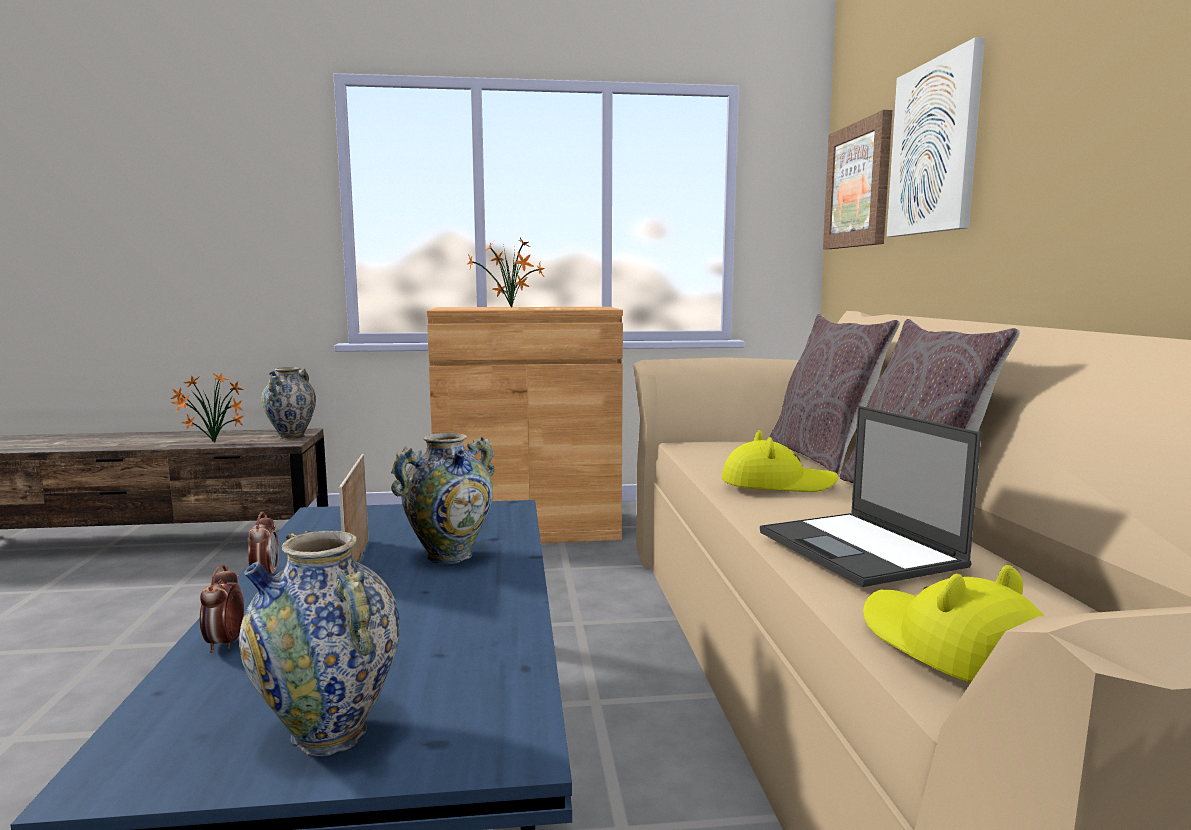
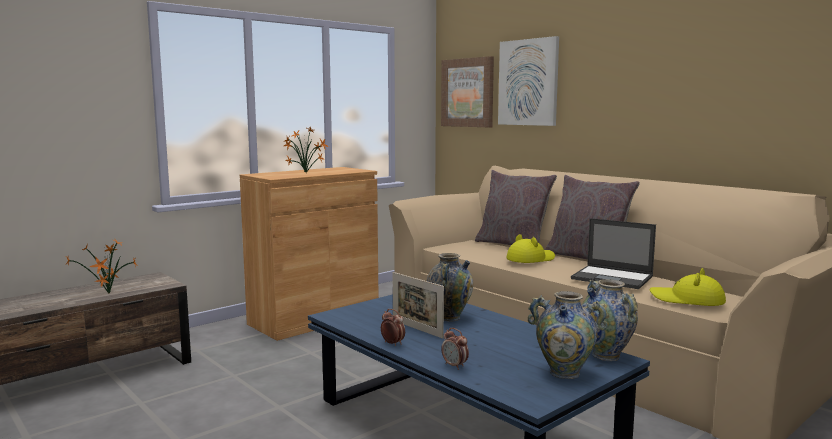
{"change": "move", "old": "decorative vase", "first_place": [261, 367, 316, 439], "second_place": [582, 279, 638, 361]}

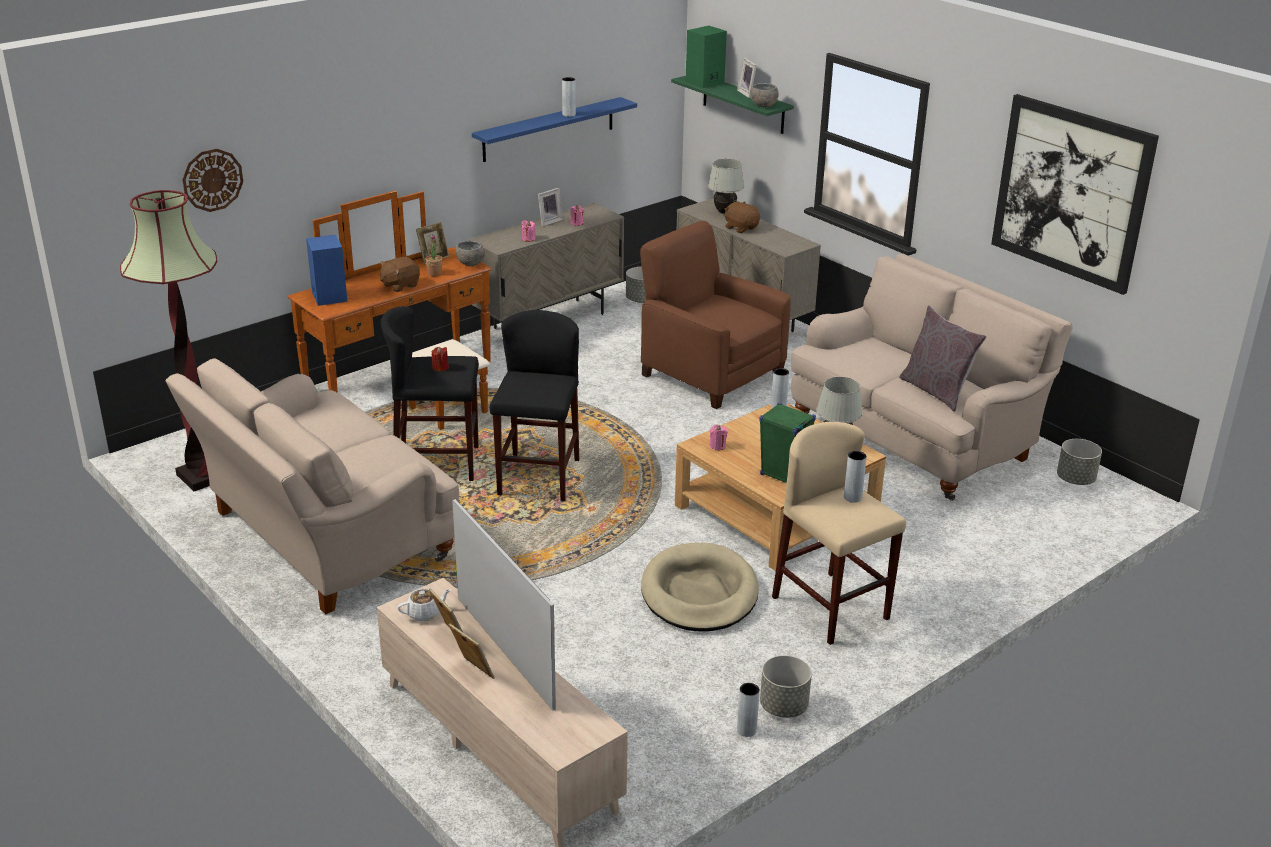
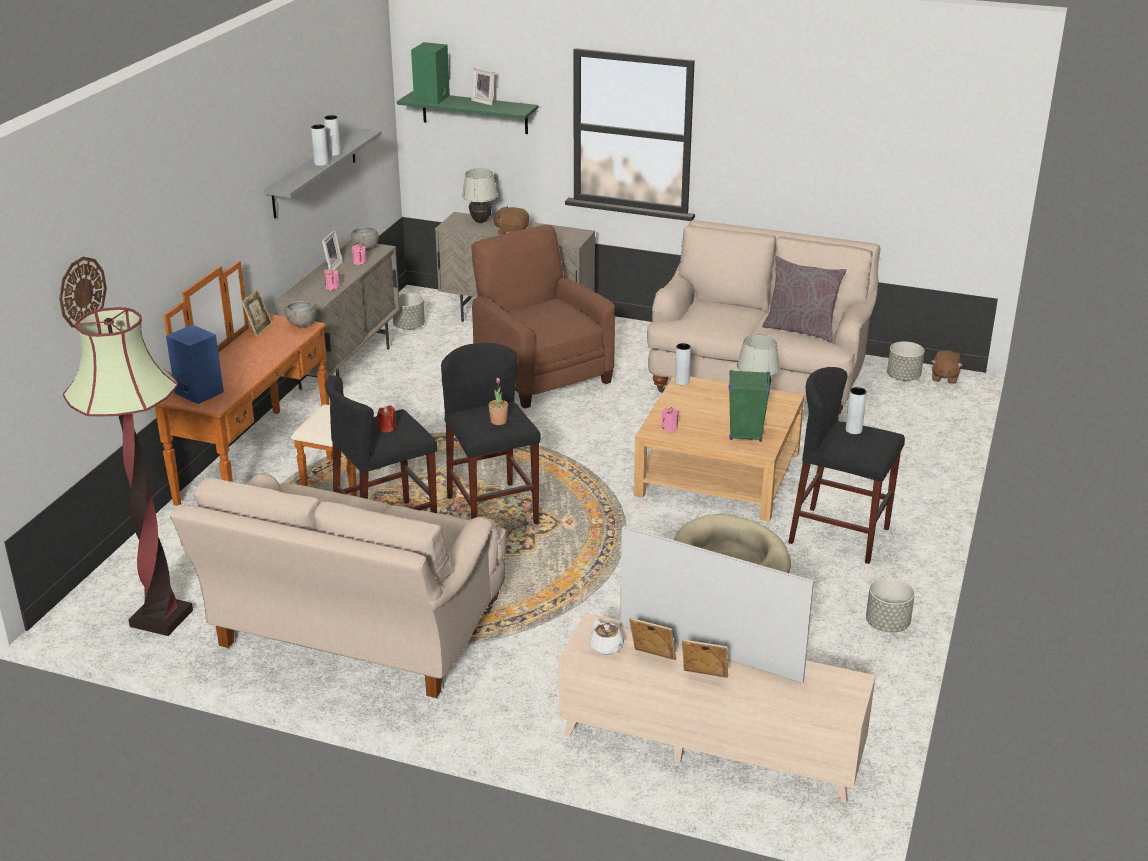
{"change": "move", "old": "serving bowl/greyish", "first_place": [750, 83, 779, 107], "second_place": [350, 227, 379, 251]}
{"change": "delete", "old": "wall art", "first_place": [991, 94, 1159, 295]}
{"change": "recolor", "old": "wall shelf/blue", "new": "wall shelf/greyish", "first_place": [472, 97, 637, 162], "second_place": [264, 128, 382, 219]}
{"change": "rotate", "old": "armchair/brown-coloured", "first_place": [640, 221, 791, 409], "second_place": [472, 225, 615, 409], "degrees": 45}
{"change": "move", "old": "plant in a pot", "first_place": [425, 234, 442, 276], "second_place": [489, 378, 508, 425]}
{"change": "move", "old": "cuddly toy/brown-coloured", "first_place": [380, 257, 420, 292], "second_place": [932, 350, 962, 384]}
{"change": "recolor", "old": "stool seat/beige-coloured", "new": "stool seat/black", "first_place": [772, 422, 906, 645], "second_place": [788, 367, 905, 564]}
{"change": "rotate", "old": "tea pot/whitish", "first_place": [397, 589, 451, 621], "second_place": [589, 619, 624, 655], "degrees": 120}
{"change": "move", "old": "decorative vase/greyish", "first_place": [737, 683, 760, 737], "second_place": [311, 124, 328, 166]}

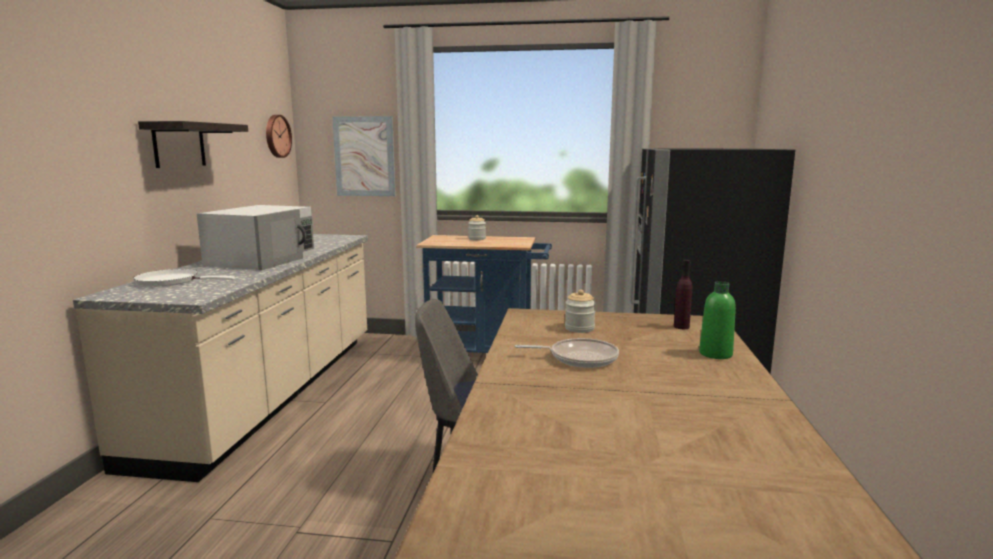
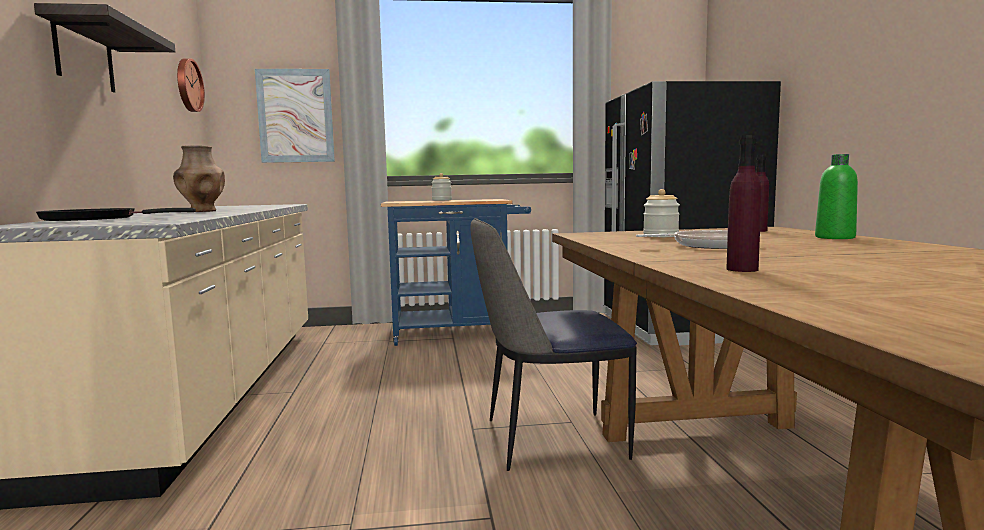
{"change": "replace", "old": "kitchen microwave/whitish", "new": "decorative vase/brown-coloured", "first_place": [197, 205, 314, 270], "second_place": [173, 145, 225, 212]}
{"change": "recolor", "old": "pan/whitish", "new": "pan/black", "first_place": [133, 269, 235, 287], "second_place": [36, 208, 196, 221]}
{"change": "insert", "new": "beverage bottle/purple", "second_place": [727, 135, 762, 272]}

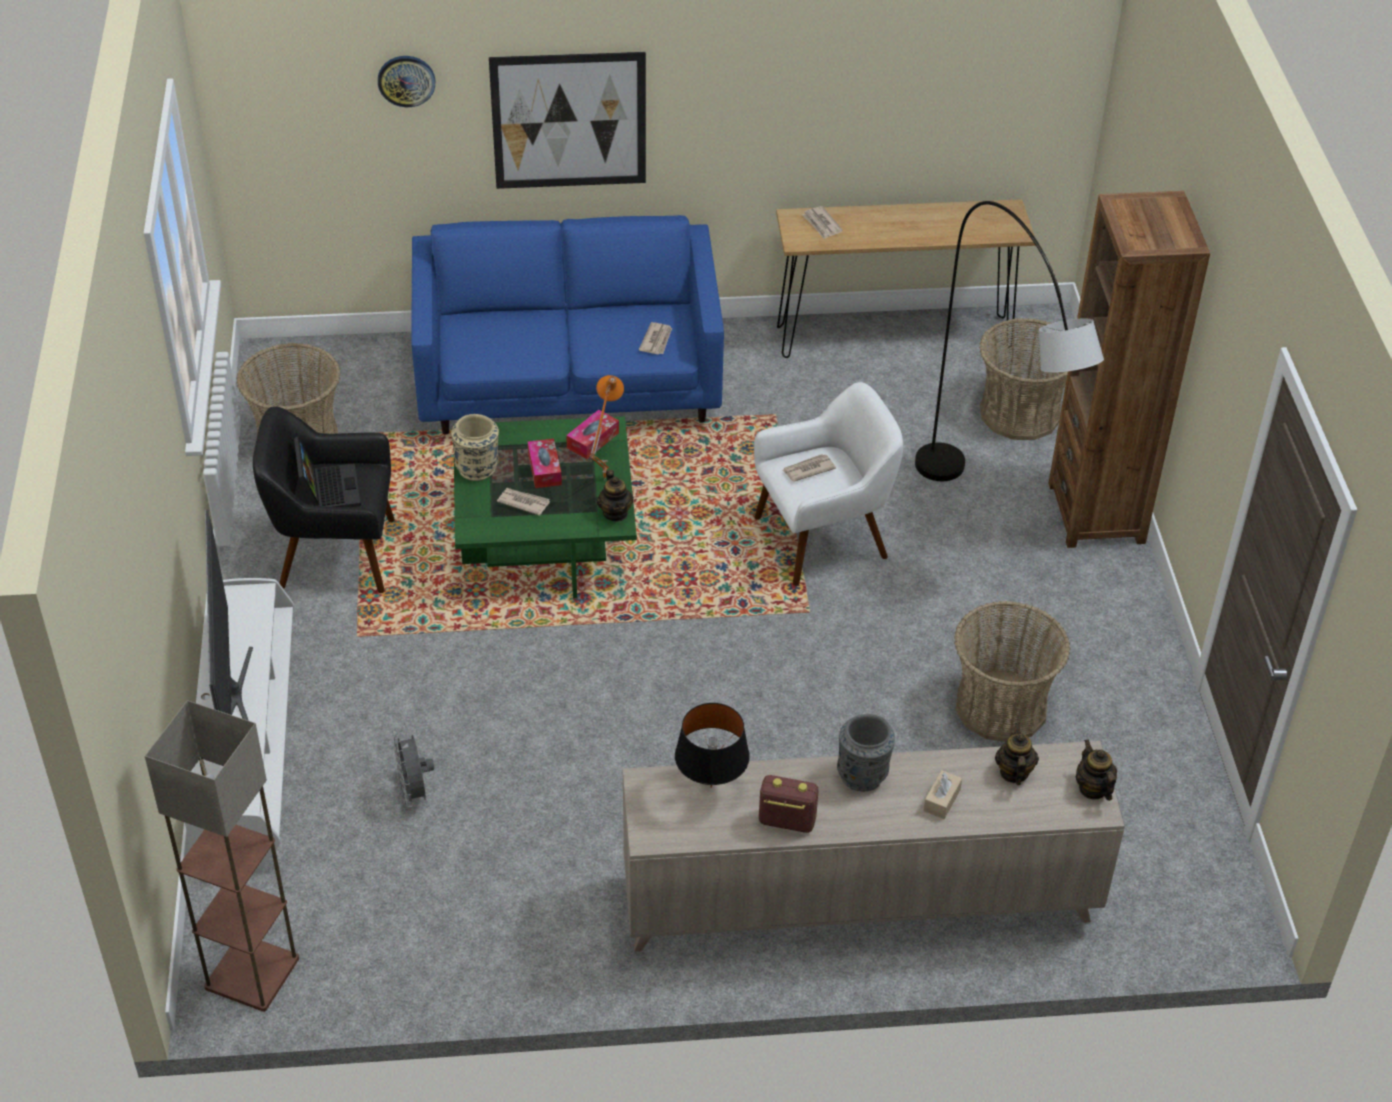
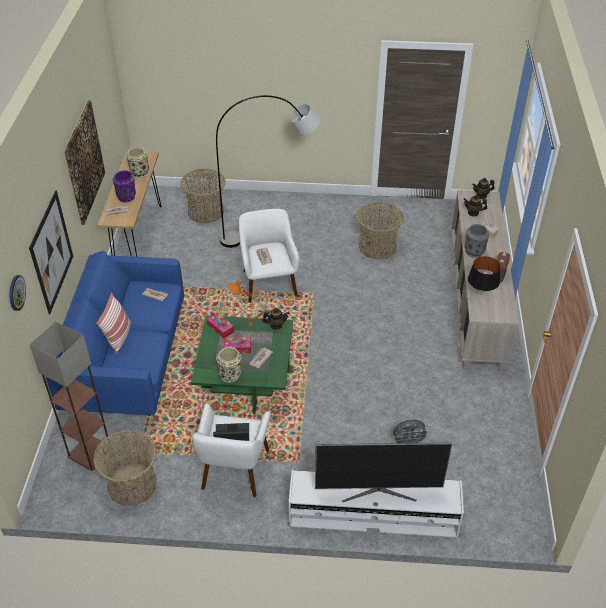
{"change": "delete", "old": "bookshelf/brown-coloured", "first_place": [1048, 191, 1210, 548]}
{"change": "recolor", "old": "armchair/black", "new": "armchair/whitish", "first_place": [253, 406, 395, 593], "second_place": [192, 404, 271, 497]}
{"change": "move", "old": "standard lamp", "first_place": [145, 700, 299, 1012], "second_place": [29, 321, 113, 471]}
{"change": "insert", "new": "wall art", "second_place": [64, 100, 105, 225]}
{"change": "insert", "new": "decorative vase/beige-coloured", "second_place": [126, 147, 149, 178]}
{"change": "insert", "new": "decorative vase/purple", "second_place": [113, 170, 136, 202]}
{"change": "insert", "new": "cushion", "second_place": [96, 293, 131, 354]}

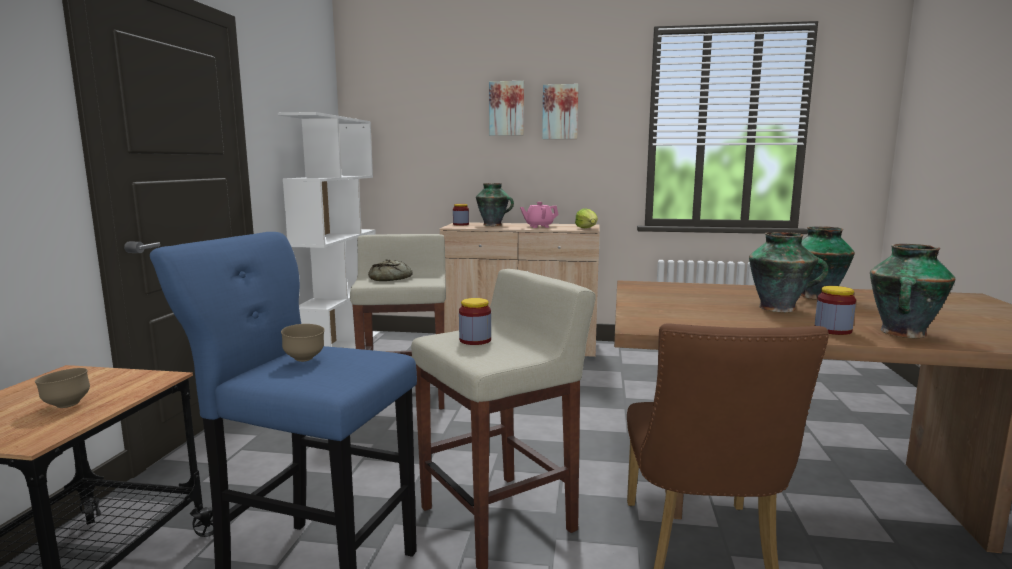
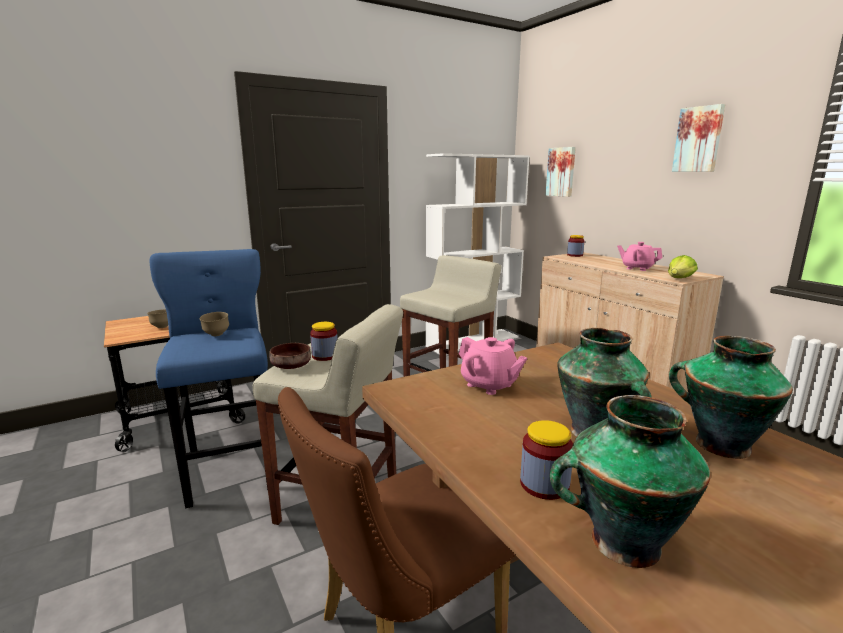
{"change": "move", "old": "wall art", "first_place": [489, 81, 524, 136], "second_place": [546, 147, 576, 197]}
{"change": "delete", "old": "decorative vase", "first_place": [476, 183, 514, 226]}
{"change": "delete", "old": "baked bread", "first_place": [368, 259, 413, 281]}
{"change": "insert", "new": "tea pot/pinkish", "second_place": [459, 337, 527, 395]}
{"change": "insert", "new": "serving bowl/brown-coloured", "second_place": [270, 343, 311, 369]}

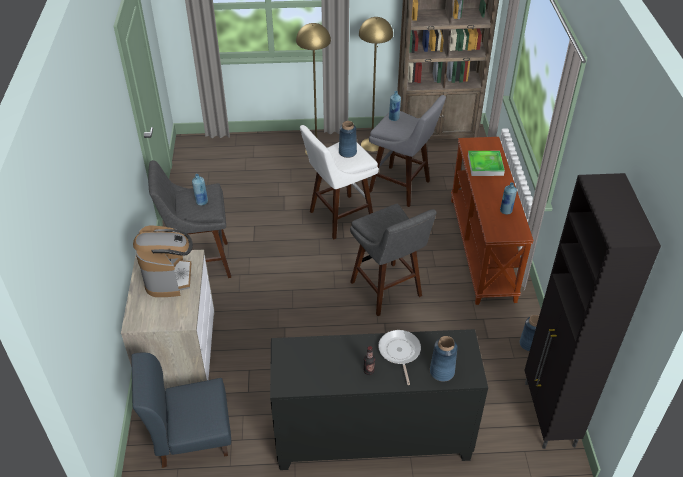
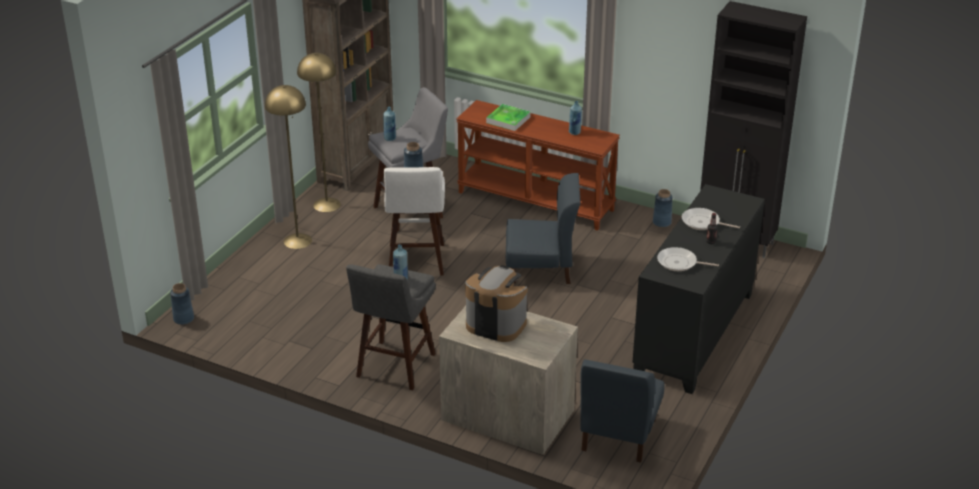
{"change": "replace", "old": "stool seat/greyish", "new": "upright chair/blue", "first_place": [350, 204, 436, 316], "second_place": [506, 173, 581, 284]}
{"change": "move", "old": "decorative vase/blue", "first_place": [430, 336, 458, 382], "second_place": [170, 283, 194, 325]}
{"change": "insert", "new": "pan", "second_place": [657, 247, 719, 271]}

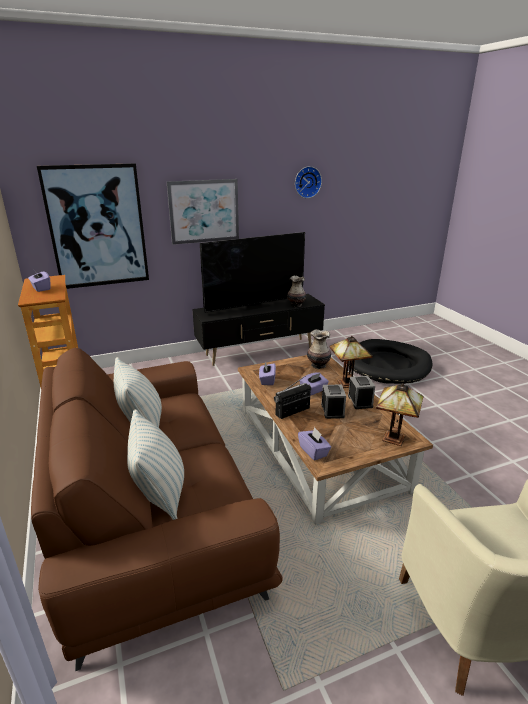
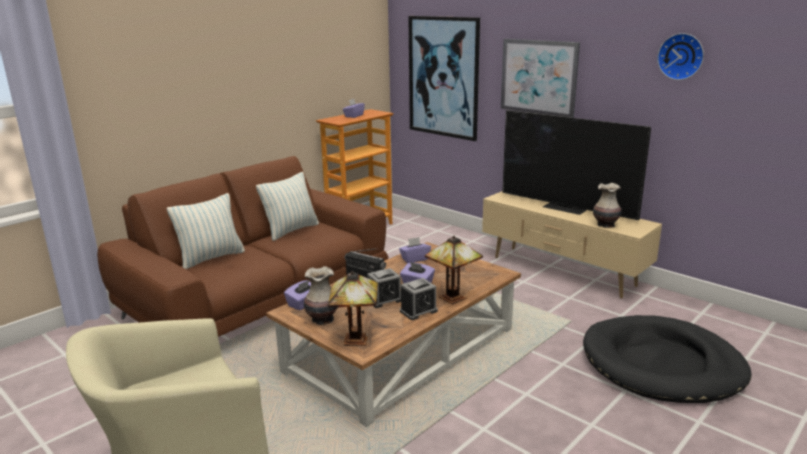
{"change": "recolor", "old": "media console/black", "new": "media console/beige-coloured", "first_place": [192, 294, 325, 366], "second_place": [482, 191, 662, 299]}
{"change": "move", "old": "decorative vase", "first_place": [307, 329, 331, 369], "second_place": [304, 266, 338, 325]}

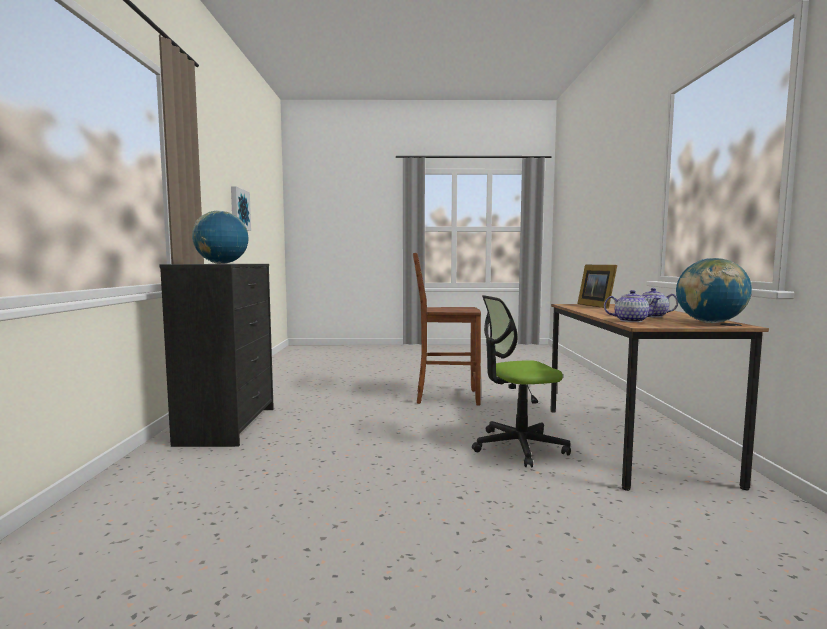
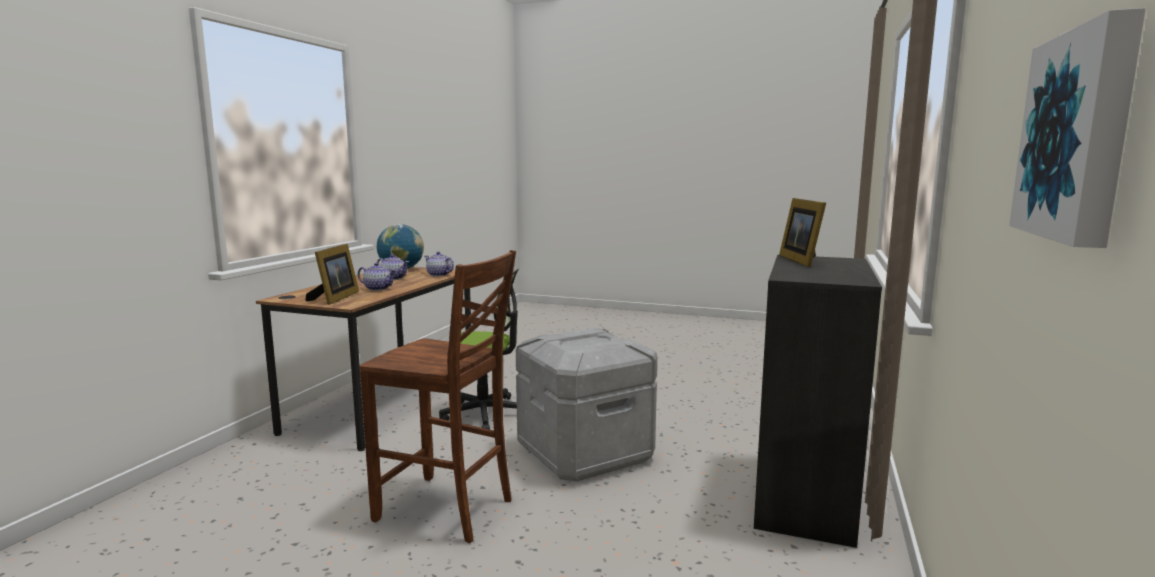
{"change": "replace", "old": "desk globe", "new": "standing frame", "first_place": [192, 211, 248, 264], "second_place": [779, 198, 826, 267]}
{"change": "insert", "new": "tea pot", "second_place": [358, 263, 397, 291]}
{"change": "insert", "new": "storage container/greyish", "second_place": [516, 328, 657, 482]}

